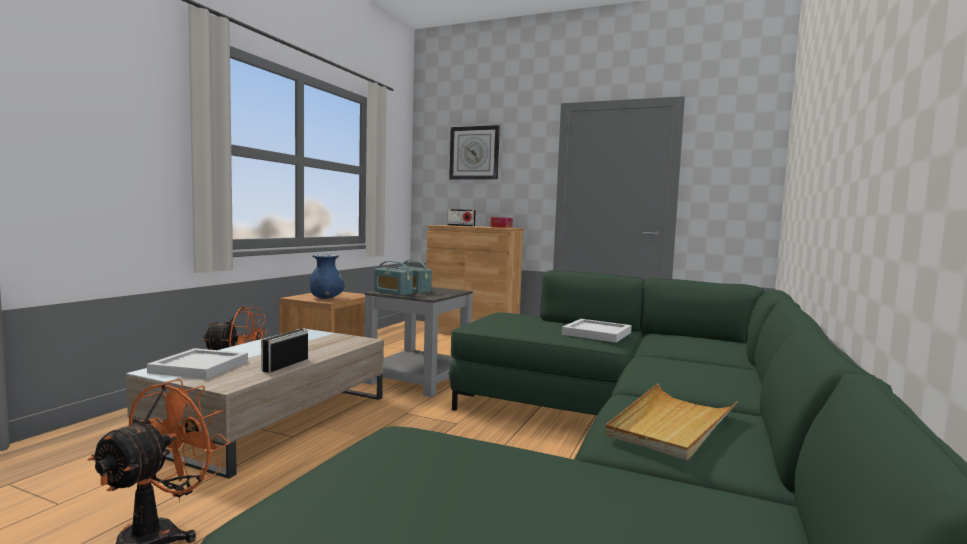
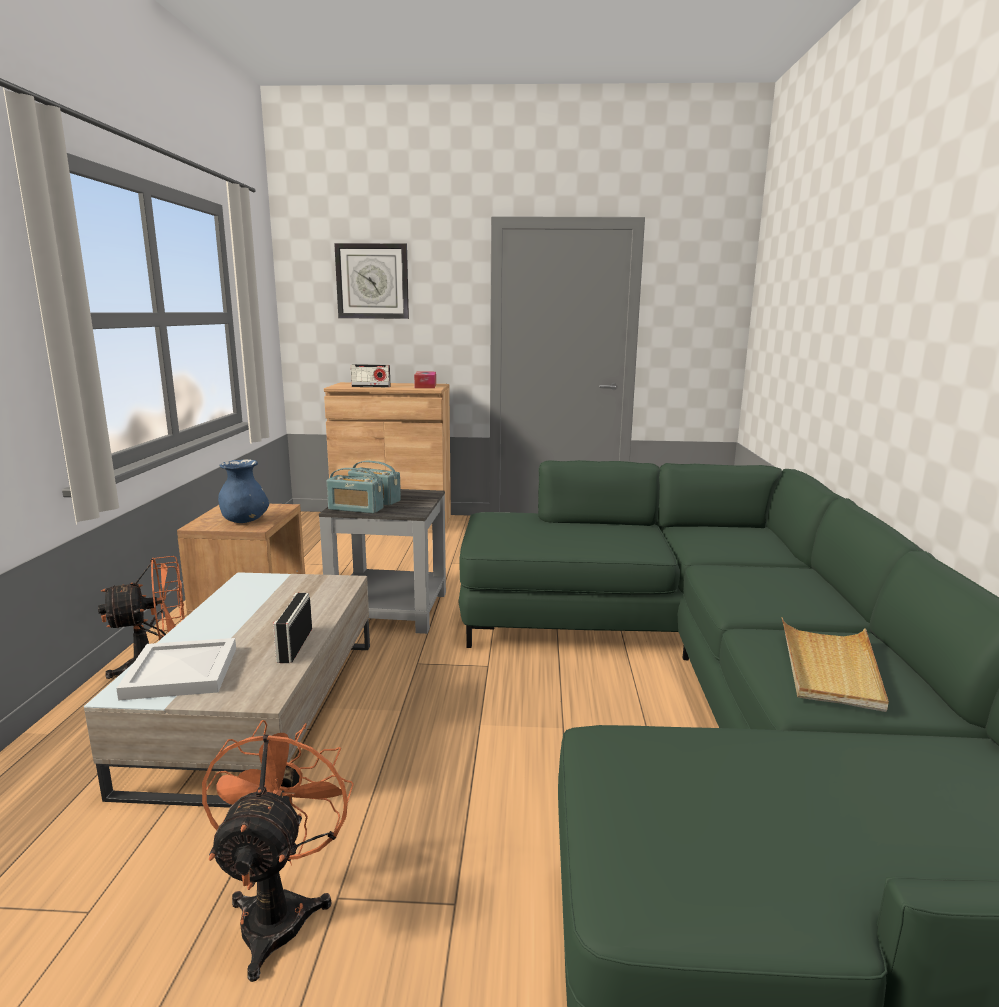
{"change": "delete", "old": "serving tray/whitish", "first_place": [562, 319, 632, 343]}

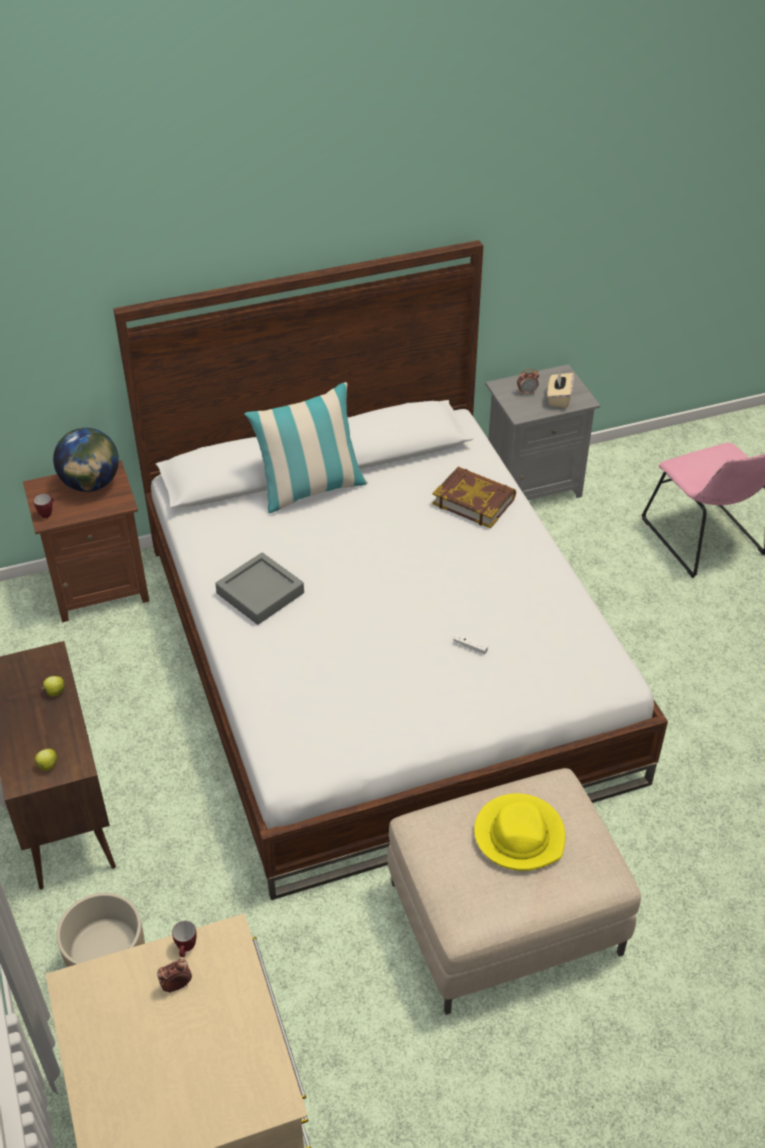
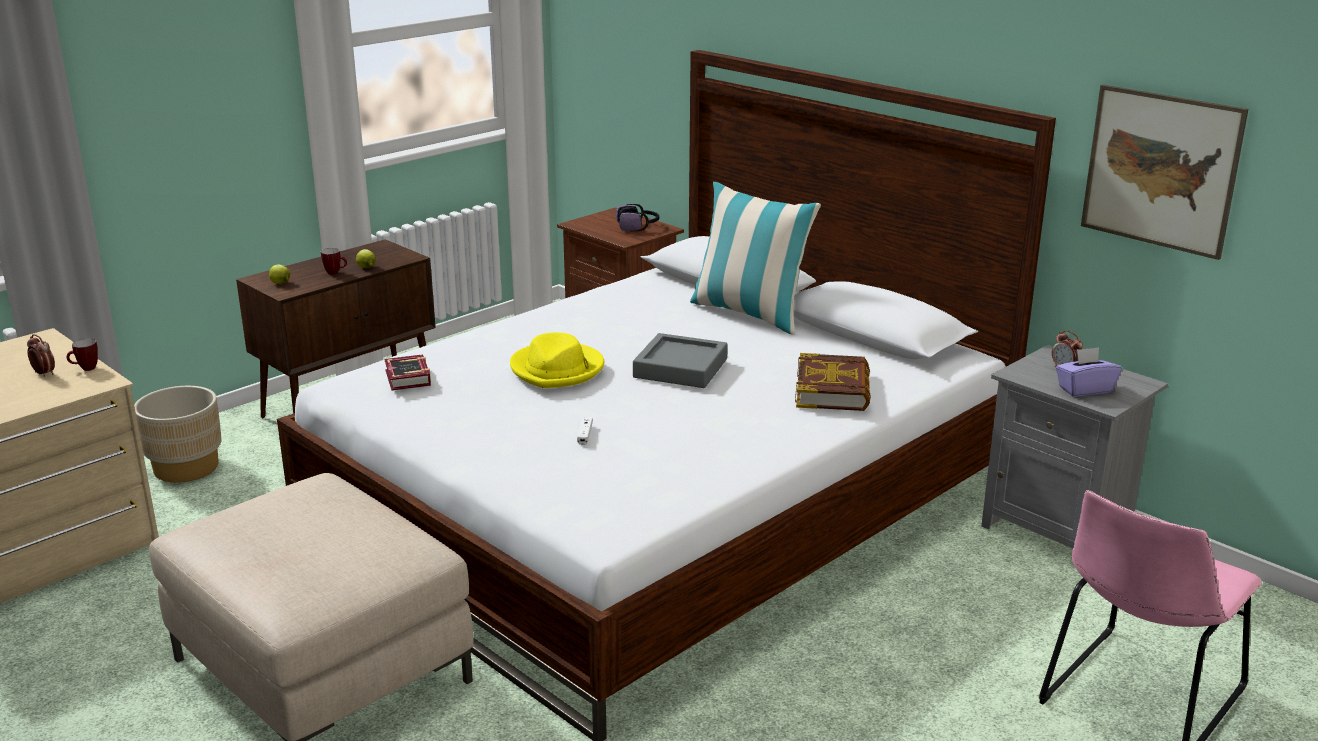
{"change": "recolor", "old": "tissue box/beige-coloured", "new": "tissue box/purple", "first_place": [547, 370, 574, 408], "second_place": [1056, 347, 1122, 397]}
{"change": "replace", "old": "desk globe", "new": "headphones", "first_place": [53, 428, 119, 492], "second_place": [616, 204, 659, 231]}
{"change": "move", "old": "coffee mug", "first_place": [33, 494, 54, 518], "second_place": [321, 248, 347, 275]}
{"change": "move", "old": "serving tray/greyish", "first_place": [215, 552, 304, 625], "second_place": [633, 333, 728, 388]}
{"change": "move", "old": "wearable hat/yellow-coloured", "first_place": [474, 793, 565, 871], "second_place": [510, 333, 604, 388]}
{"change": "insert", "new": "wall art", "second_place": [1081, 84, 1248, 260]}
{"change": "insert", "new": "volume", "second_place": [384, 354, 431, 391]}

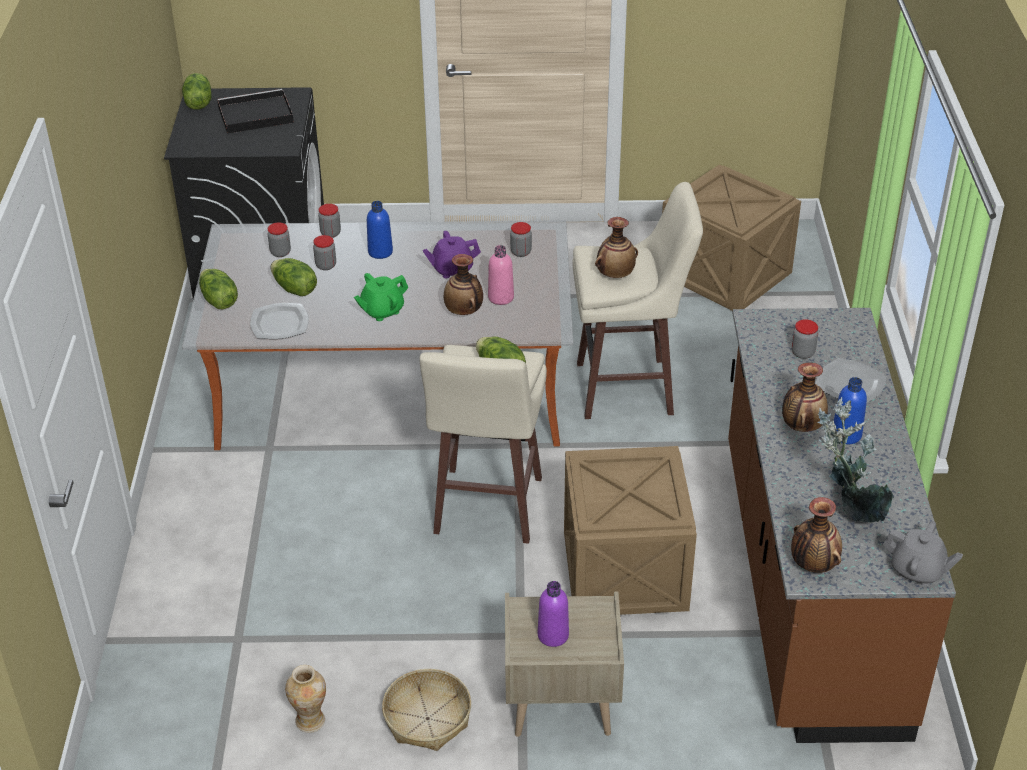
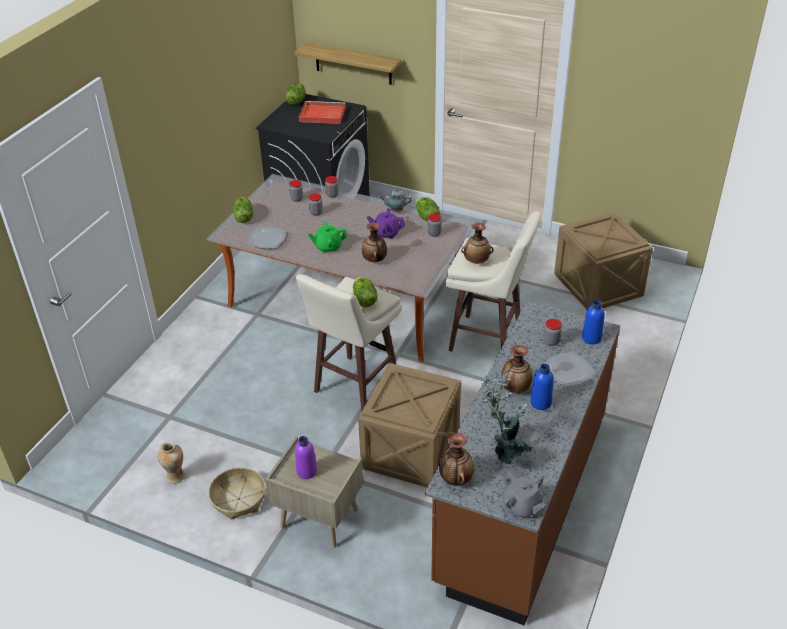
{"change": "recolor", "old": "serving tray/black", "new": "serving tray/reddish", "first_place": [217, 89, 294, 134], "second_place": [299, 101, 346, 124]}
{"change": "move", "old": "beverage bottle/blue", "first_place": [367, 201, 393, 259], "second_place": [582, 300, 605, 344]}
{"change": "delete", "old": "beverage bottle/pinkish", "first_place": [488, 245, 514, 305]}
{"change": "move", "old": "head of lettuce", "first_place": [270, 258, 317, 296], "second_place": [416, 197, 440, 222]}
{"change": "insert", "new": "wall shelf", "second_place": [295, 42, 401, 85]}
{"change": "insert", "new": "tea pot", "second_place": [380, 189, 411, 212]}

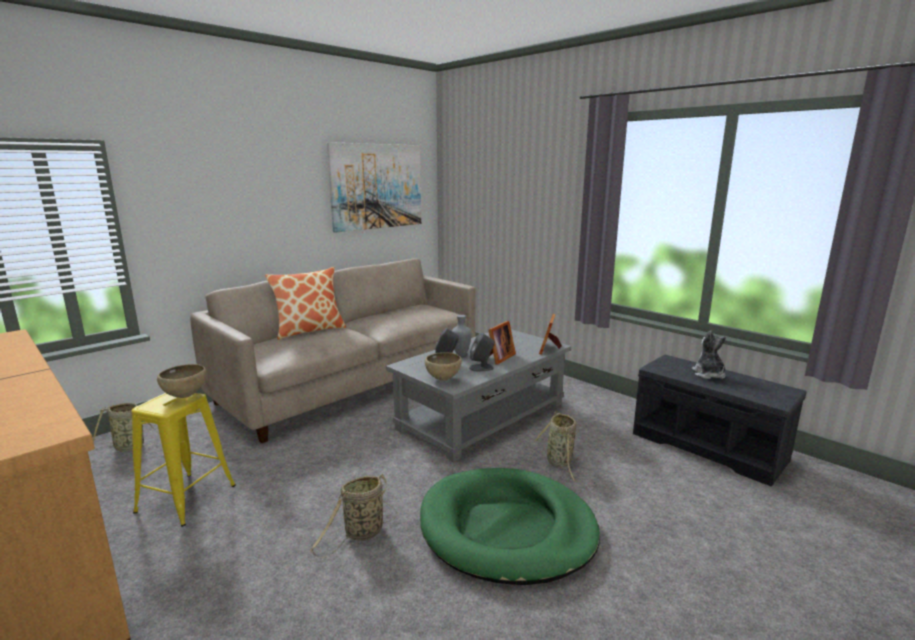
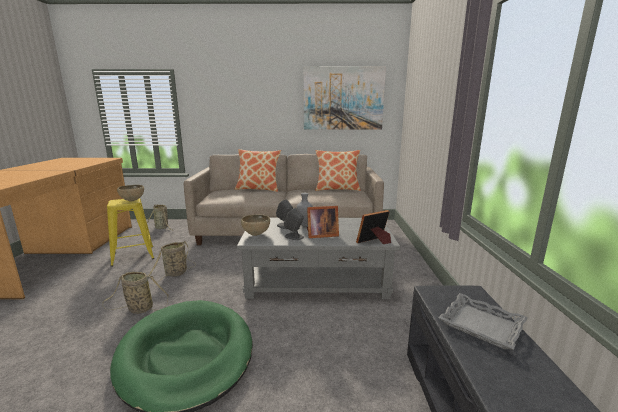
{"change": "replace", "old": "cuddly toy", "new": "serving tray/greyish", "first_place": [692, 330, 726, 379], "second_place": [438, 293, 528, 349]}
{"change": "move", "old": "household basket", "first_place": [535, 412, 578, 482], "second_place": [148, 241, 196, 284]}
{"change": "insert", "new": "cushion", "second_place": [315, 150, 361, 191]}

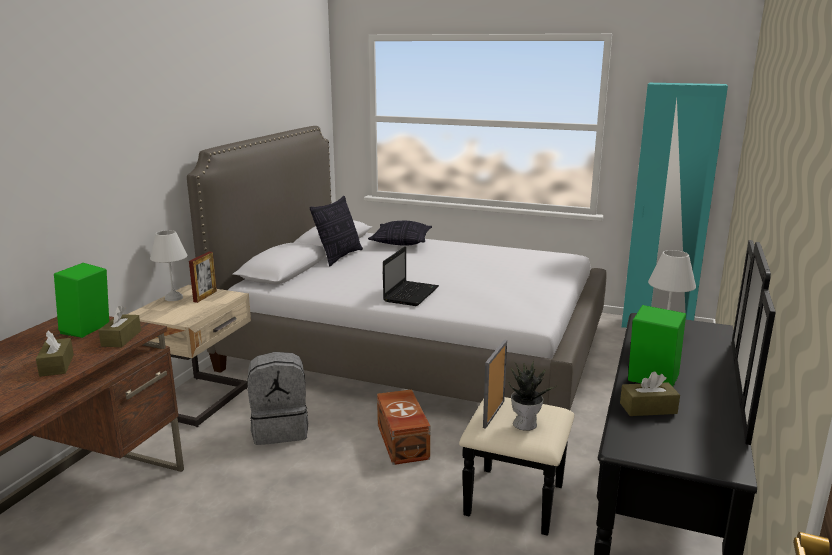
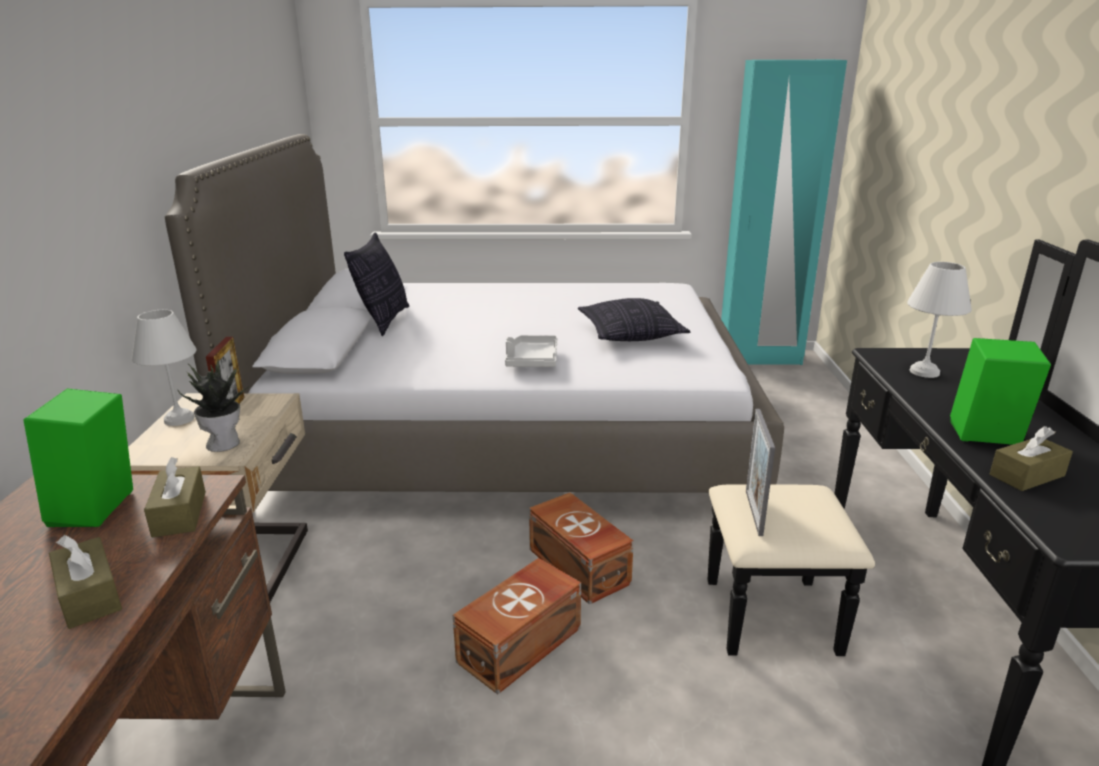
{"change": "move", "old": "cushion", "first_place": [368, 221, 432, 246], "second_place": [578, 298, 690, 341]}
{"change": "replace", "old": "portable computer", "new": "serving tray/greyish", "first_place": [383, 246, 439, 306], "second_place": [505, 335, 557, 367]}
{"change": "delete", "old": "backpack/greyish", "first_place": [247, 352, 308, 445]}
{"change": "move", "old": "plant in a pot", "first_place": [509, 360, 555, 431], "second_place": [178, 360, 250, 452]}
{"change": "insert", "new": "storage container/brown-coloured", "second_place": [453, 558, 581, 694]}

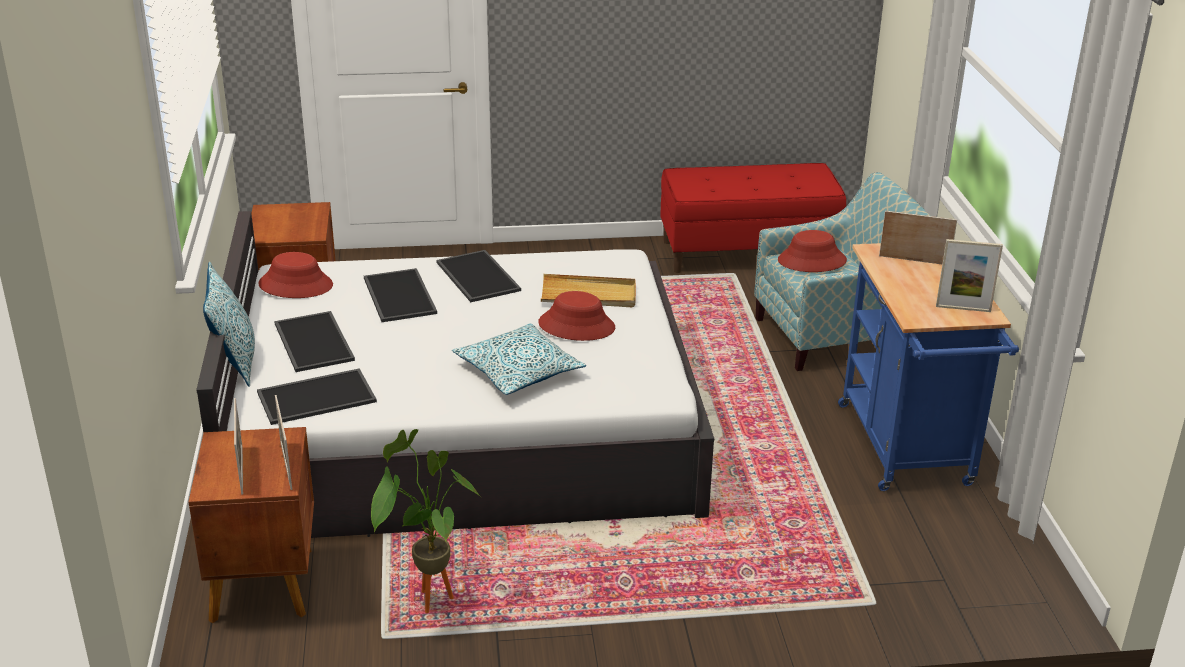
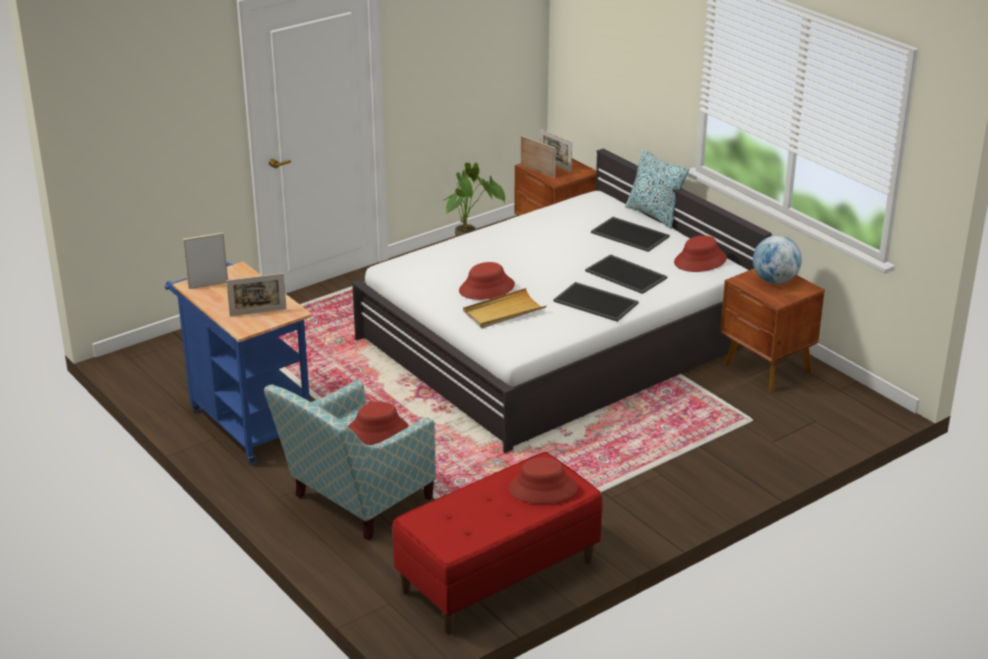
{"change": "delete", "old": "cushion", "first_place": [452, 323, 586, 395]}
{"change": "delete", "old": "serving tray", "first_place": [257, 368, 377, 425]}
{"change": "insert", "new": "desk globe", "second_place": [753, 235, 802, 284]}
{"change": "insert", "new": "wearable hat/reddish", "second_place": [509, 458, 578, 504]}

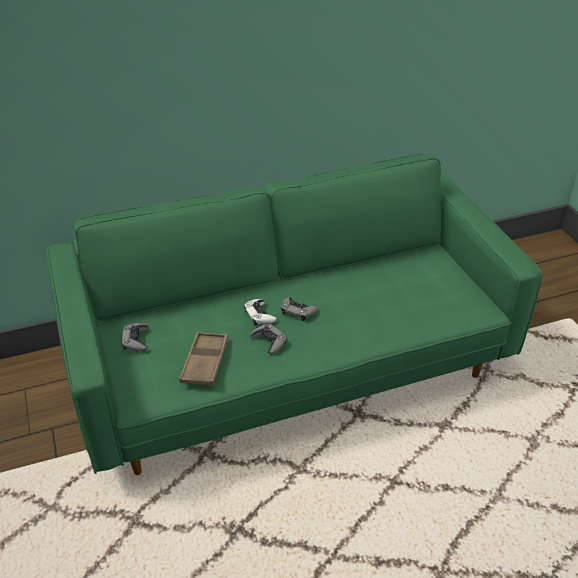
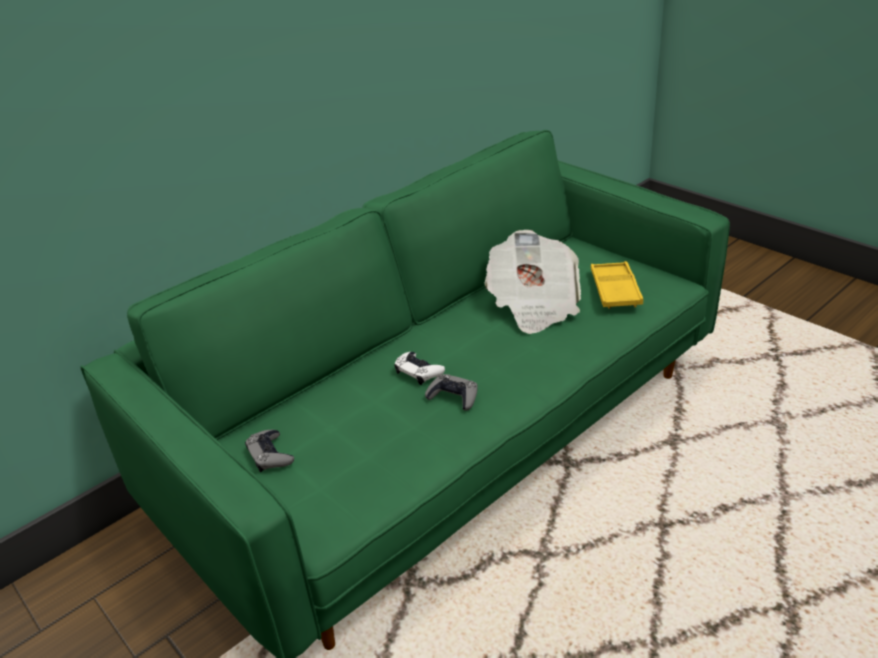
{"change": "delete", "old": "gamepad/greyish", "first_place": [281, 297, 317, 321]}
{"change": "delete", "old": "serving tray/brown-coloured", "first_place": [179, 332, 228, 386]}
{"change": "insert", "new": "newspaper", "second_place": [484, 230, 581, 334]}
{"change": "insert", "new": "serving tray/yellow-coloured", "second_place": [591, 261, 643, 309]}

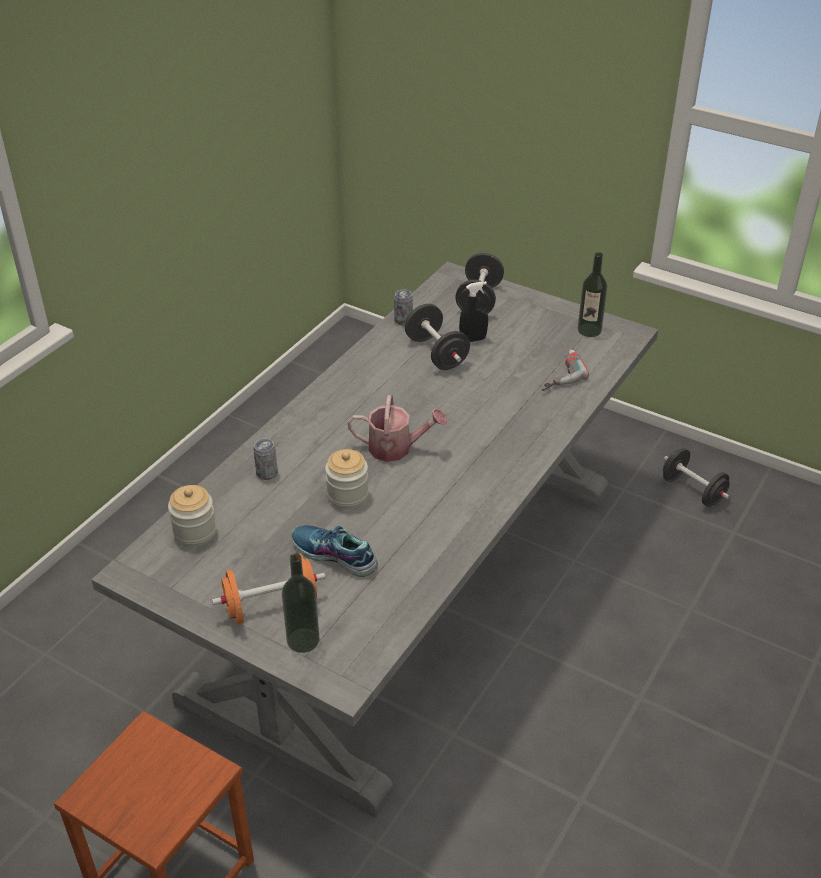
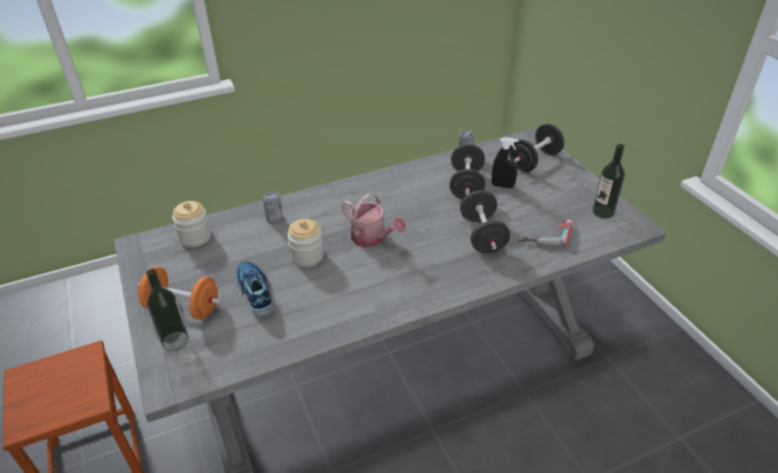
{"change": "move", "old": "free weight/black", "first_place": [663, 448, 730, 507], "second_place": [460, 190, 510, 253]}

